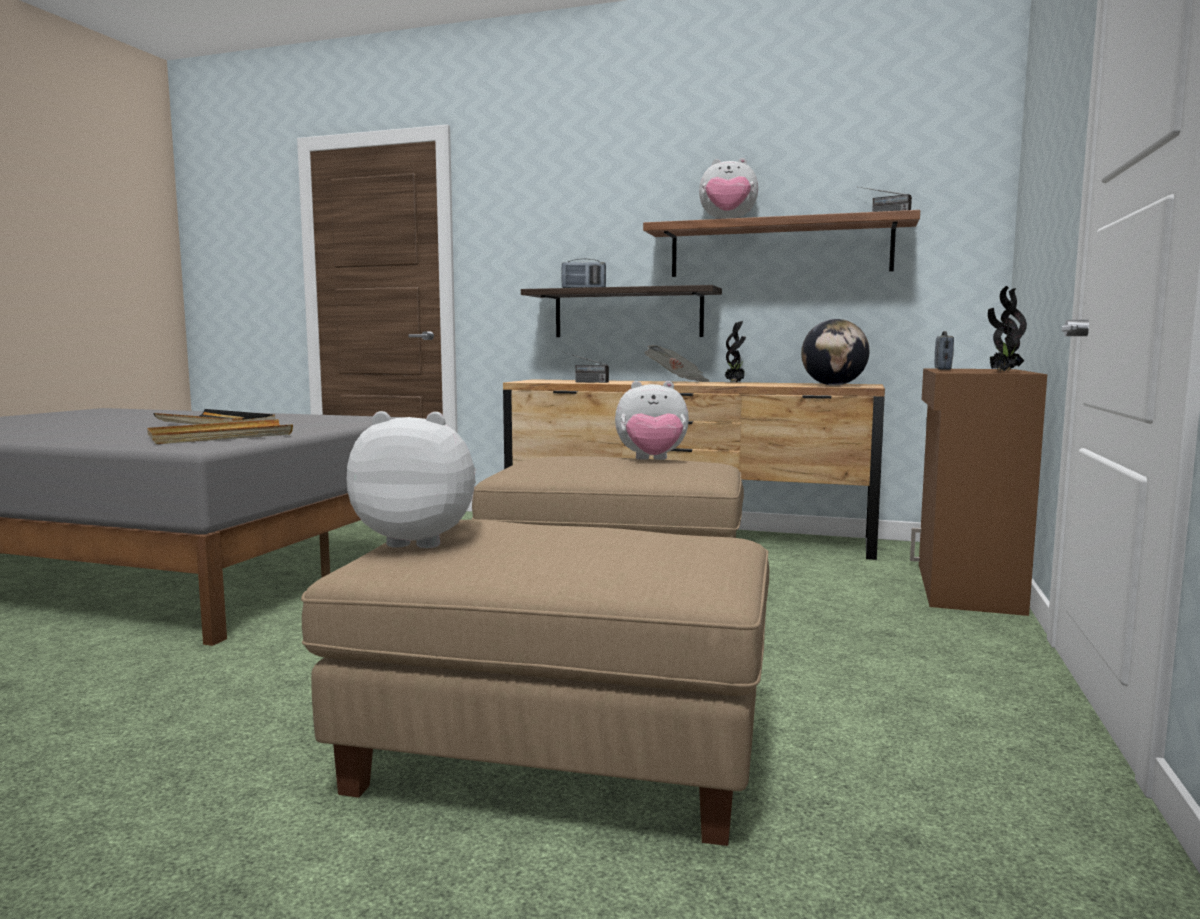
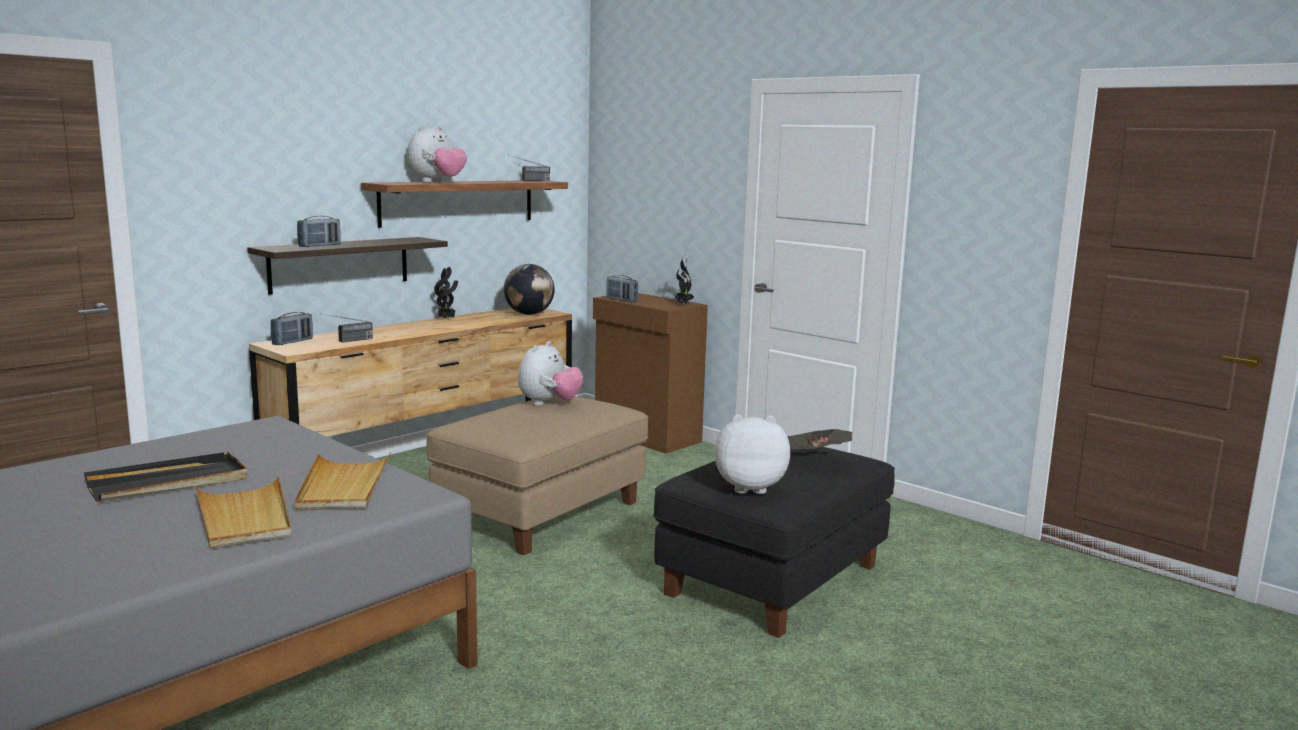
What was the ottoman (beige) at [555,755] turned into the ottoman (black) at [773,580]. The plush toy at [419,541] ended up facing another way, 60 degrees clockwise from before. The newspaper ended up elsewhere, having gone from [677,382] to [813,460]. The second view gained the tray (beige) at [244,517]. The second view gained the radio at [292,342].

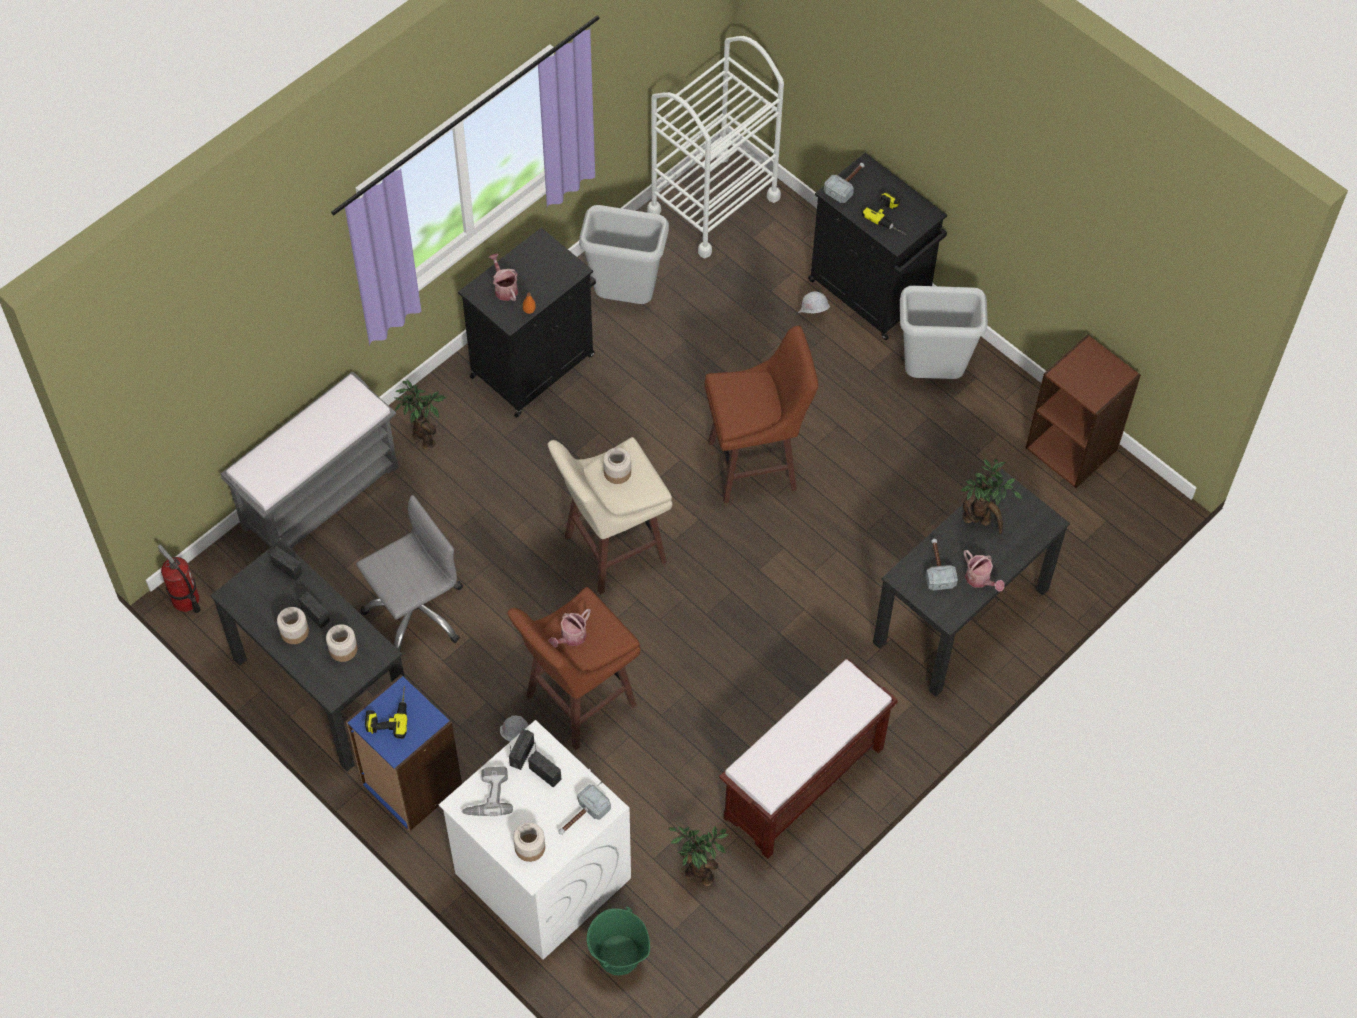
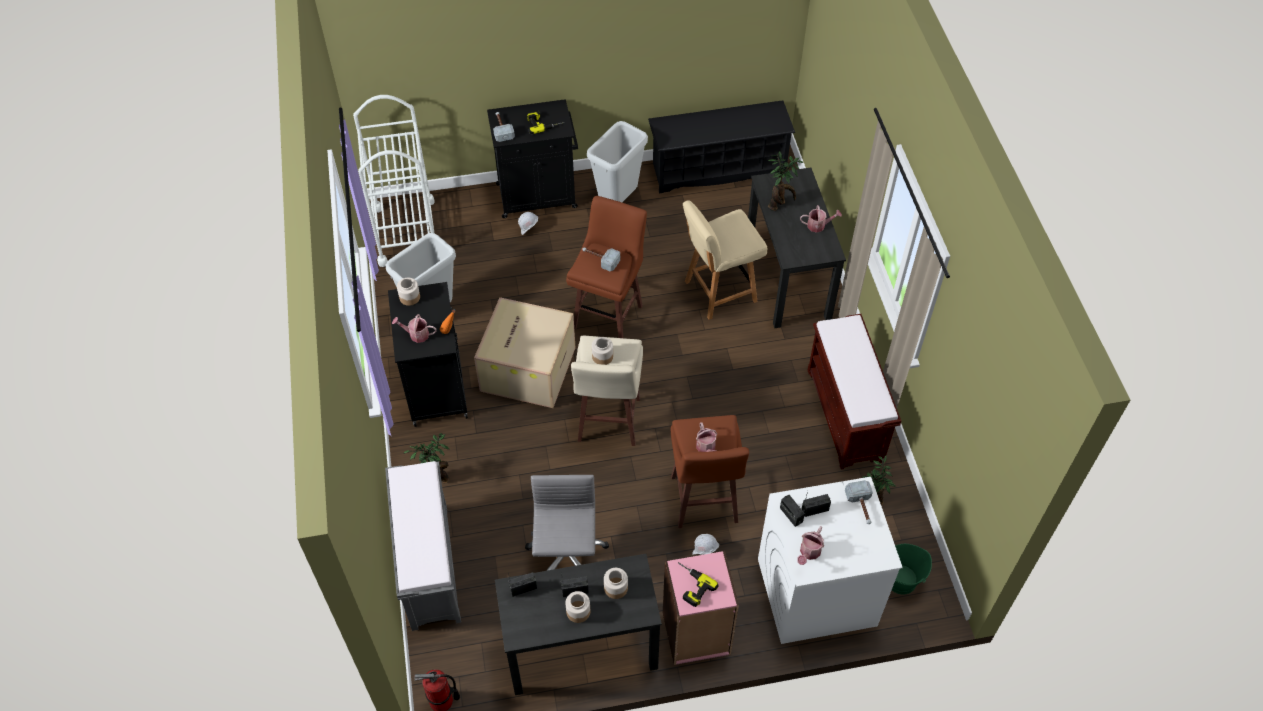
What was the bookcase (blue) at [410,785] turned into the bookcase (pink) at [696,634]. Where the power drill stood at [486,795], the watering can came to stand at [809,553]. The jar ended up elsewhere, having gone from [530,847] to [410,297]. The hammer ended up elsewhere, having gone from [937,567] to [600,259]. Where the bookcase (brown) stood at [1072,448], the shoe rack (black) came to stand at [718,169]. The second view gained the cardboard box at [527,368]. The second view gained the chair (beige) at [718,292].

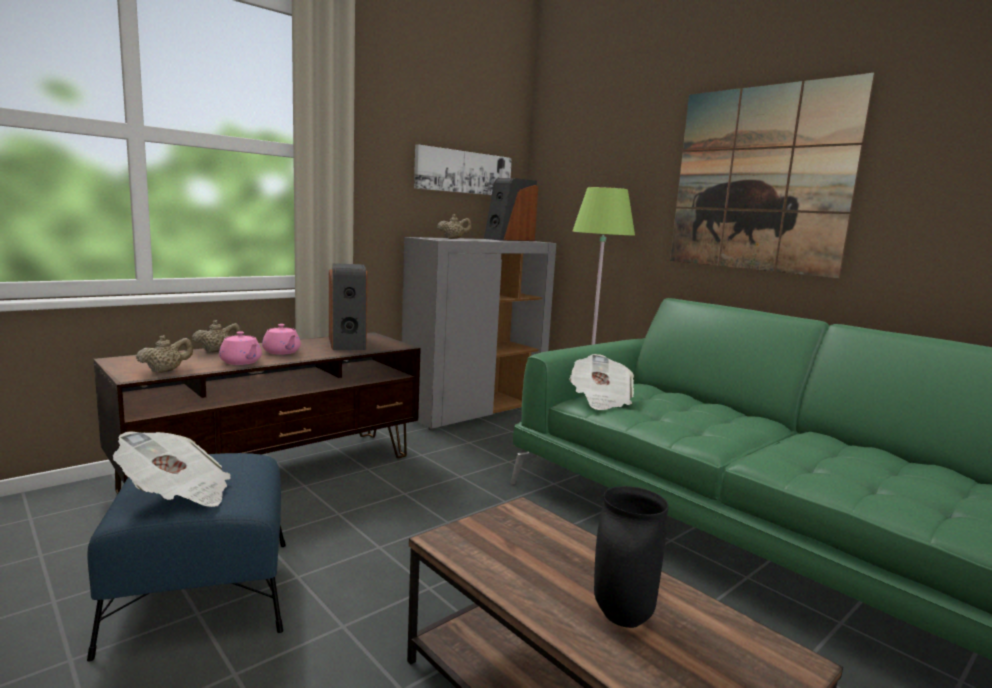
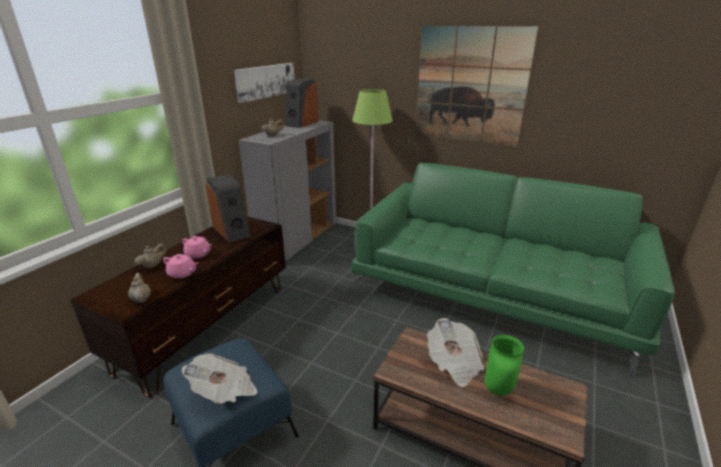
The teapot (beige) at [166,371] ended up facing another way, 45 degrees counterclockwise from before. The newspaper ended up elsewhere, having gone from [600,400] to [454,363]. What was the vase (black) at [624,618] turned into the vase (green) at [499,391].

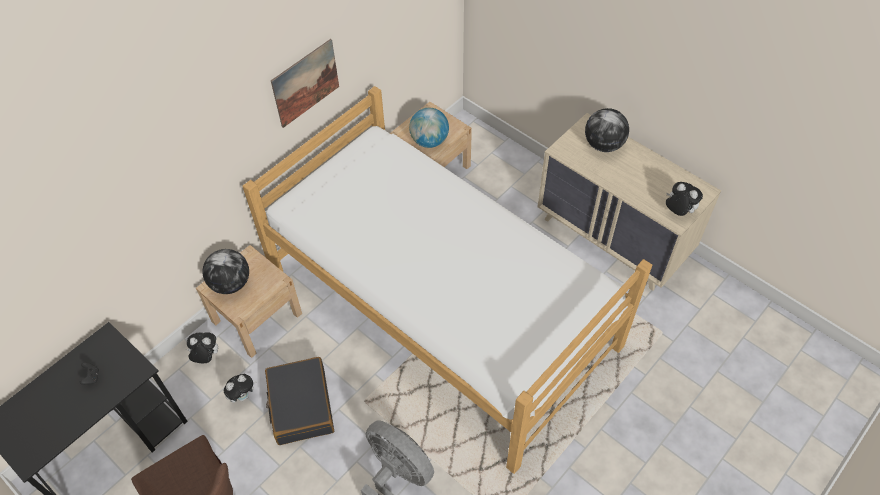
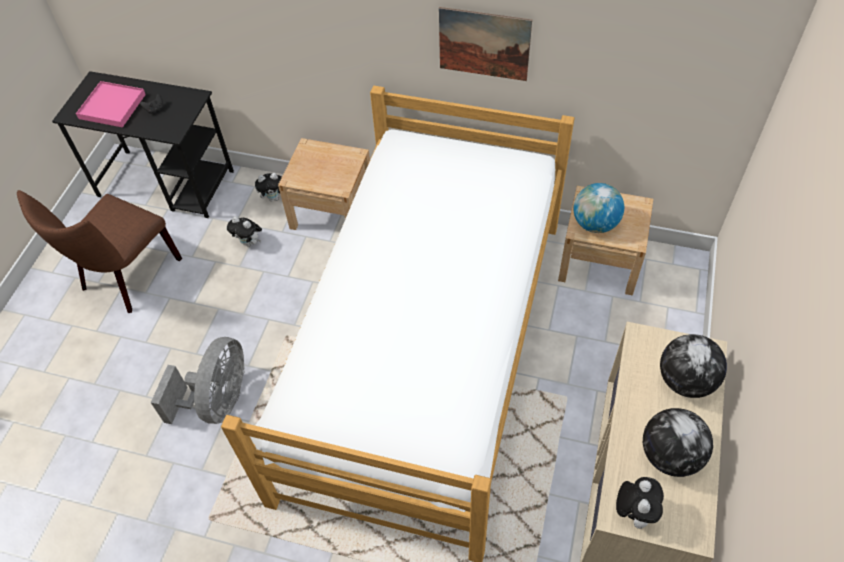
The plush toy at [206,357] ended up facing another way, 105 degrees clockwise from before. The globe ended up elsewhere, having gone from [230,283] to [669,455]. The second view lost the suitcase (black) at [301,406]. The second view gained the tray (pink) at [112,106].

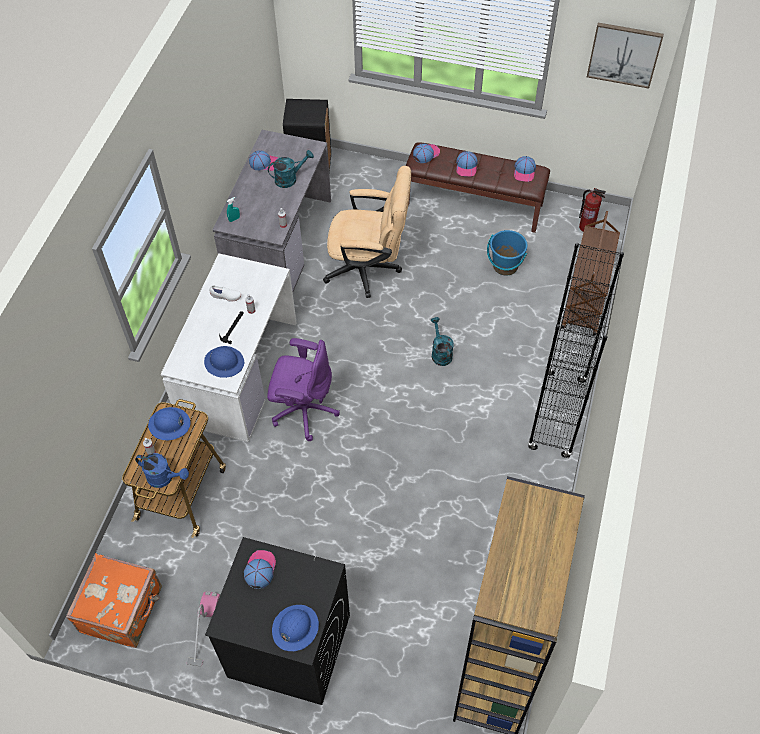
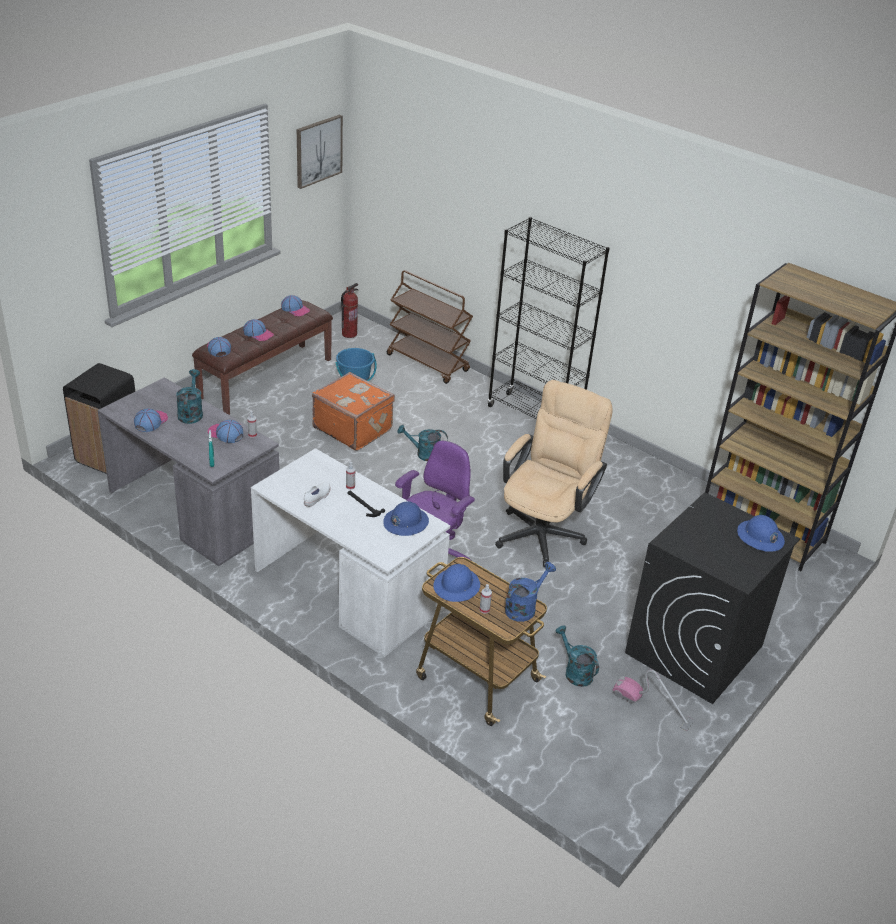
The suitcase (orange) ended up elsewhere, having gone from [123,610] to [353,428]. The cap ended up elsewhere, having gone from [260,569] to [225,434]. The office chair (beige) ended up elsewhere, having gone from [369,269] to [544,530]. The second view gained the watering can (turquoise) at [575,672].

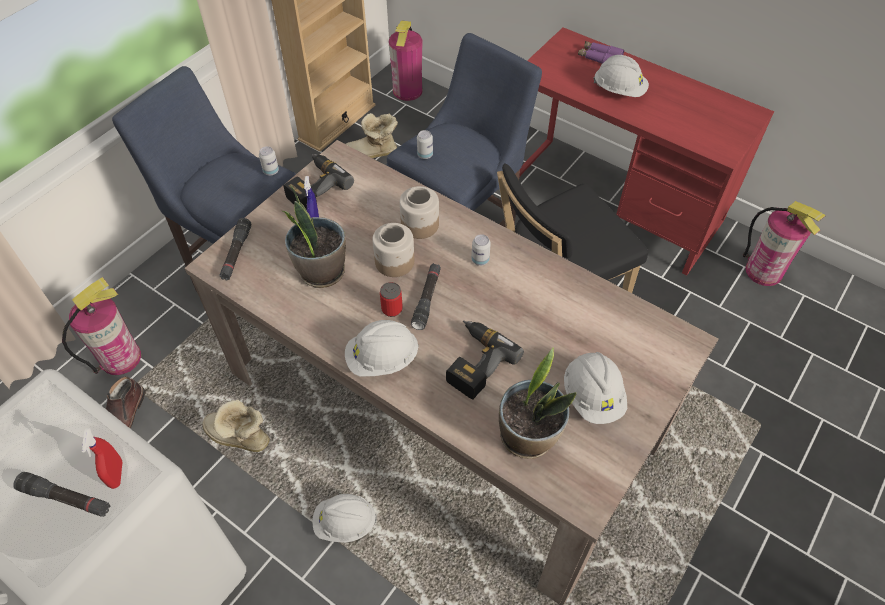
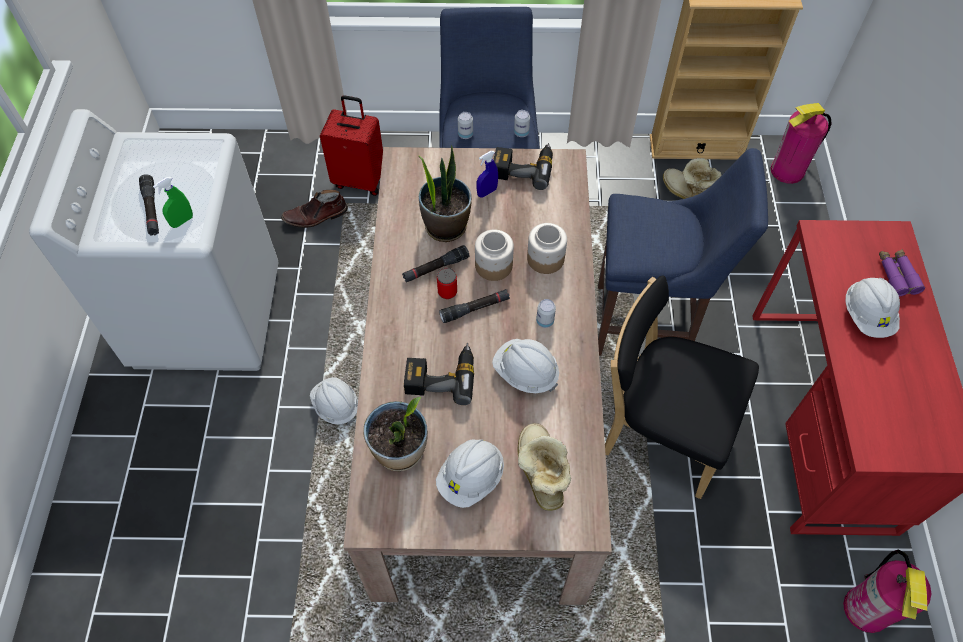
Where the fire extinguisher stood at [120,358], the suitcase (red) came to stand at [360,179]. What was the spray bottle (red) at [116,474] turned into the spray bottle (green) at [182,221]. The boot ended up elsewhere, having gone from [238,438] to [539,474]. The flashlight (black) ended up elsewhere, having gone from [236,253] to [436,268]. The hard hat (white) ended up elsewhere, having gone from [382,359] to [525,373]. The can ended up elsewhere, having gone from [425,155] to [465,135].

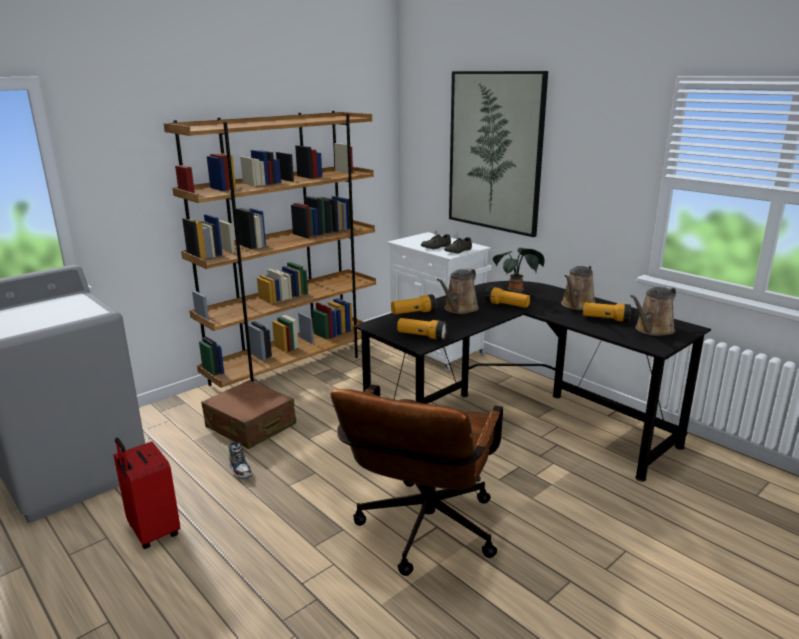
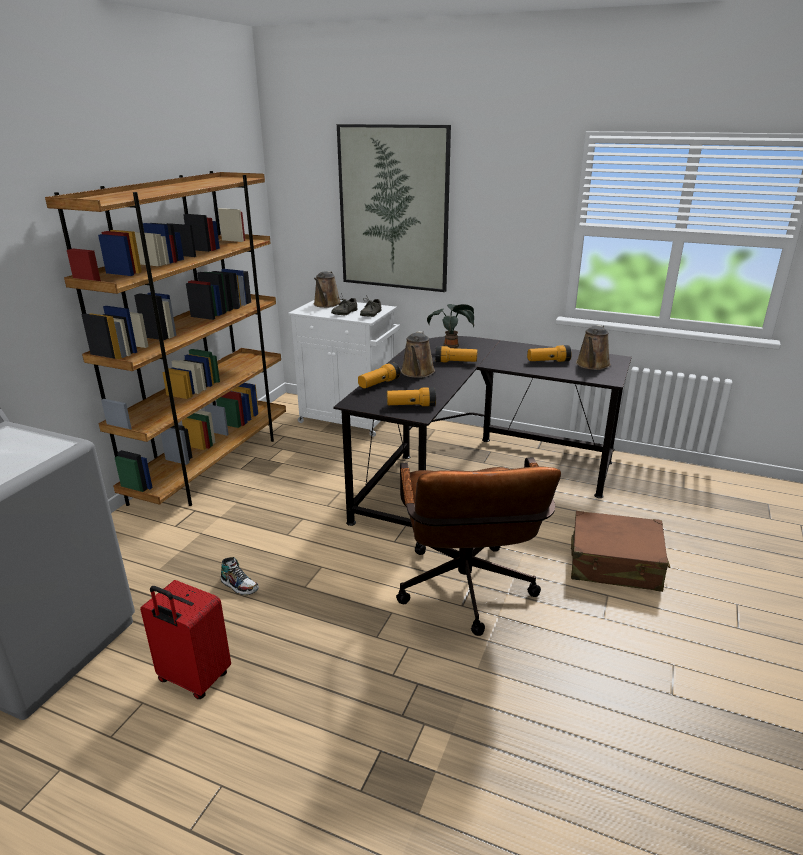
The suitcase (brown) ended up elsewhere, having gone from [250,426] to [615,564]. The watering can (brown) ended up elsewhere, having gone from [577,305] to [326,304].

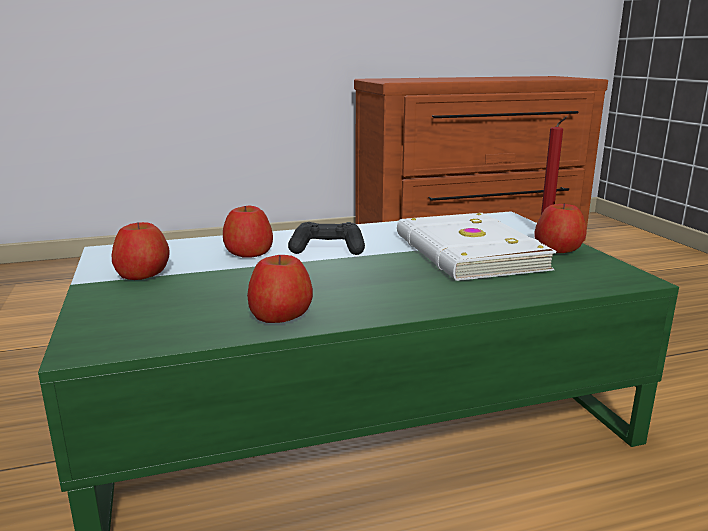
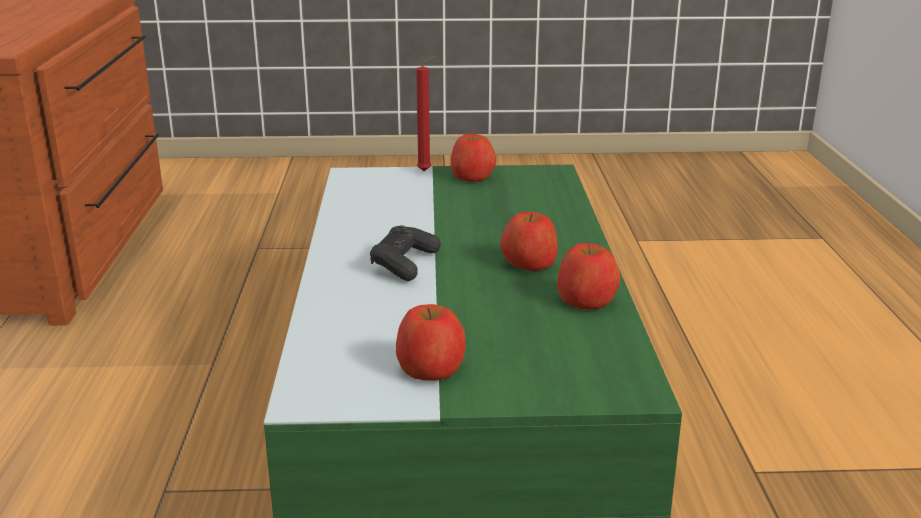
The apple ended up elsewhere, having gone from [249,252] to [529,264]. The second view lost the book (white) at [466,253].

